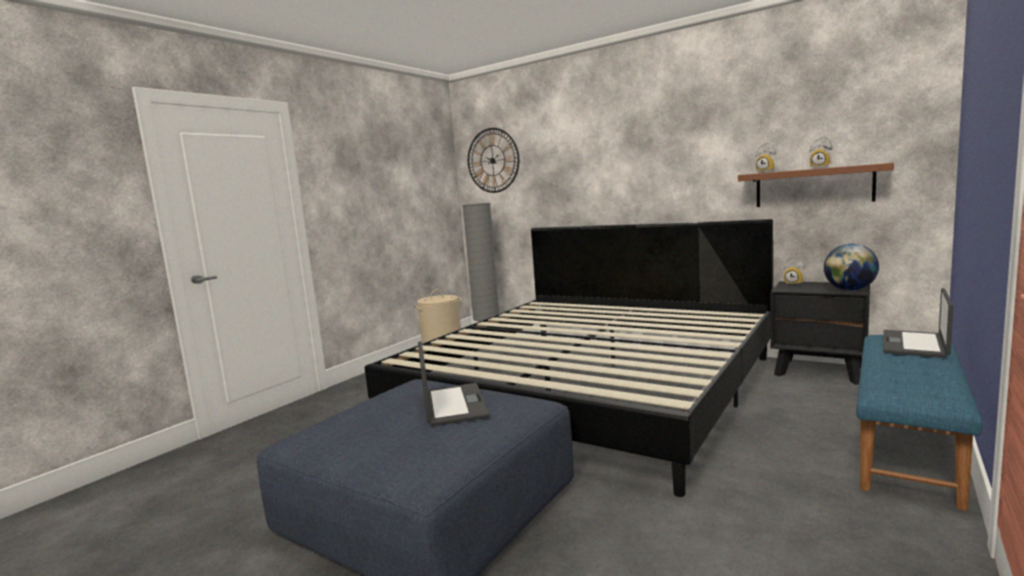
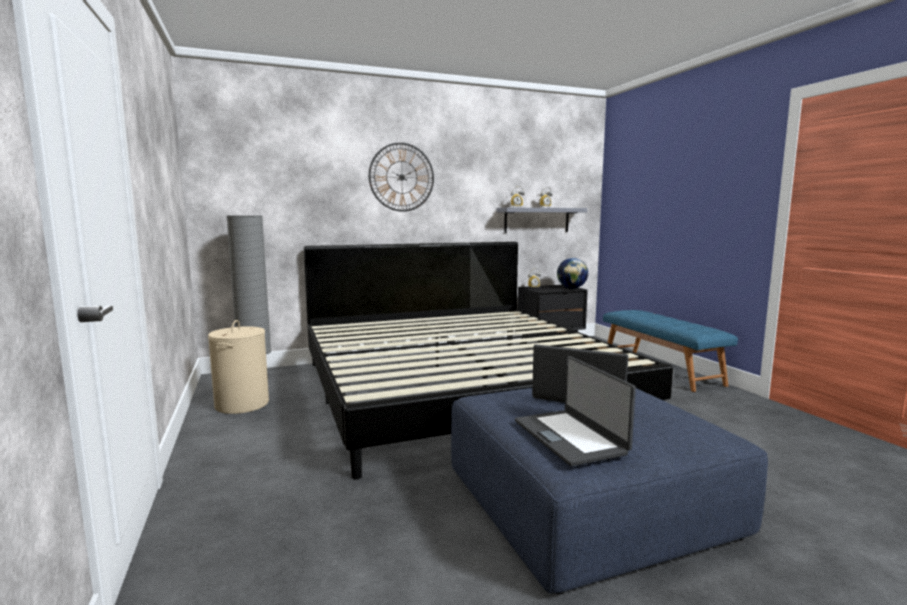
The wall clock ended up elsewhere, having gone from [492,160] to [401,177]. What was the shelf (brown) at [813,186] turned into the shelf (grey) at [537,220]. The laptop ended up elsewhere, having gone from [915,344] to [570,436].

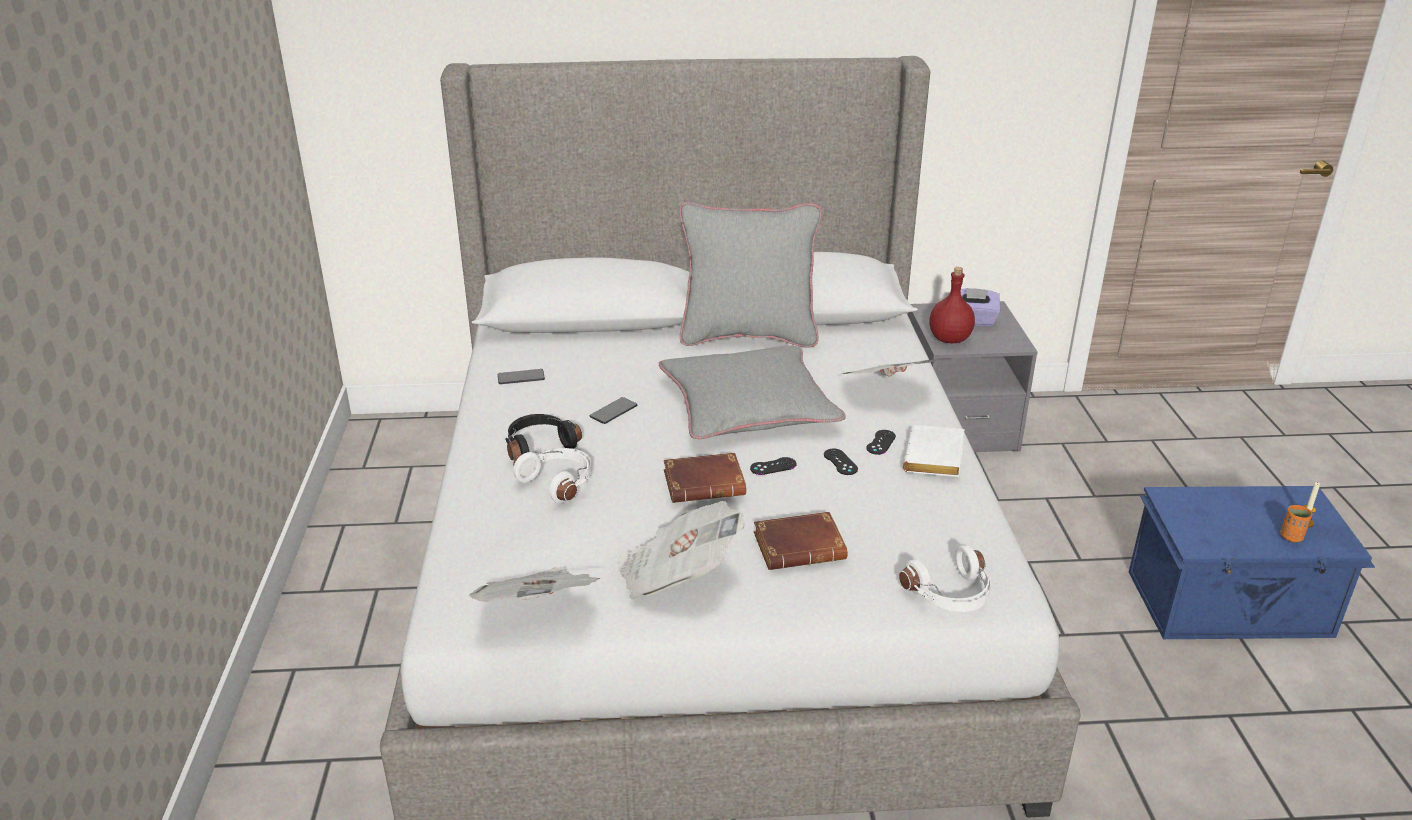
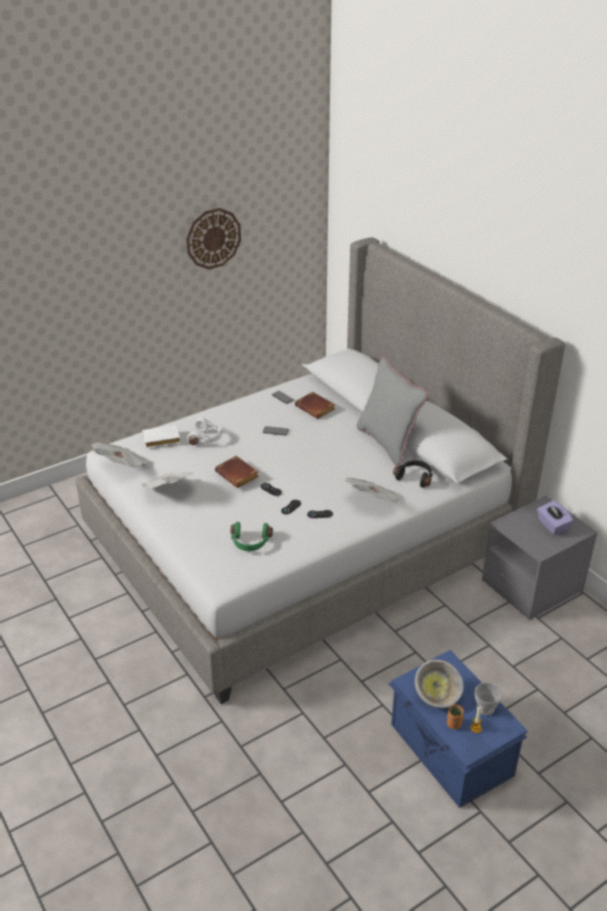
The headphones (black) ended up elsewhere, having gone from [539,446] to [415,477]. The second view lost the pillow (grey) at [748,406]. The book (brown) ended up elsewhere, having gone from [801,546] to [316,408]. The second view lost the headphones (white) at [951,595]. The book (white) ended up elsewhere, having gone from [936,459] to [160,440]. The second view lost the bottle (red) at [949,339]. The second view gained the wall clock at [213,238]. The second view gained the headphones (green) at [250,543]. The second view gained the bowl at [437,696]. The second view gained the cup at [485,708].

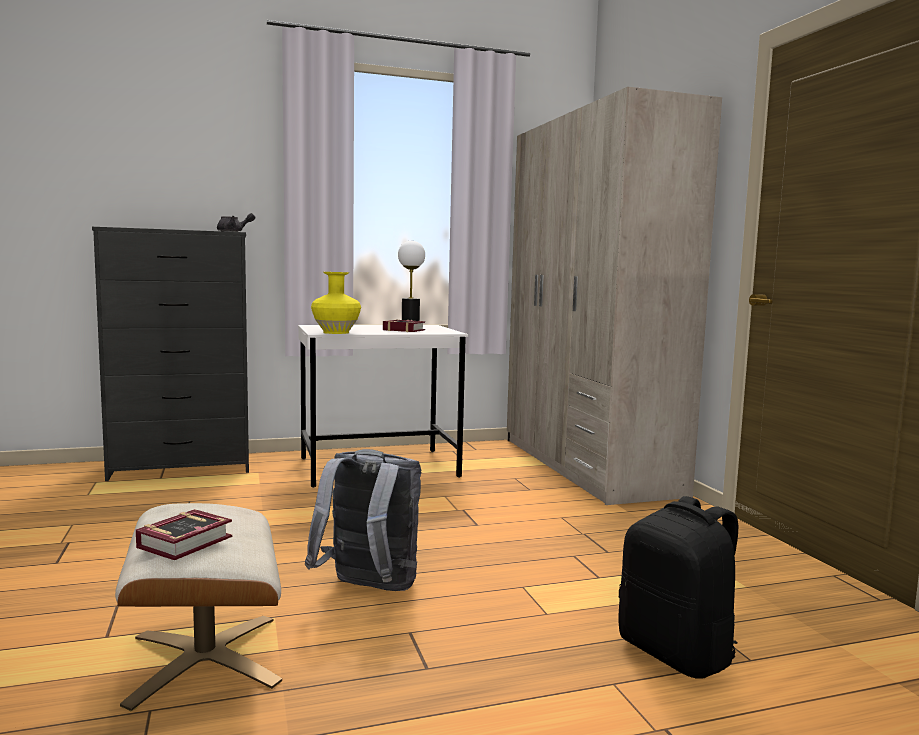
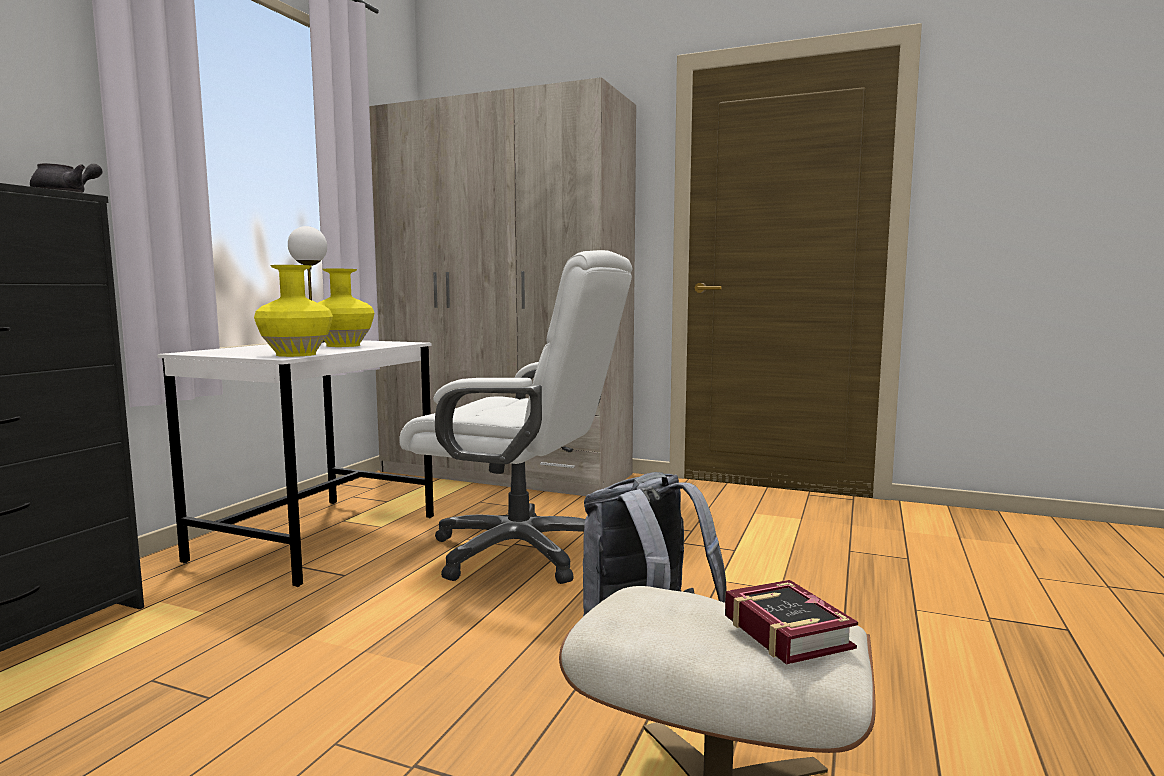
Where the book stood at [403,330], the vase (yellow) came to stand at [342,345]. The second view lost the backpack (black) at [677,653]. The second view gained the office chair (white) at [521,552].

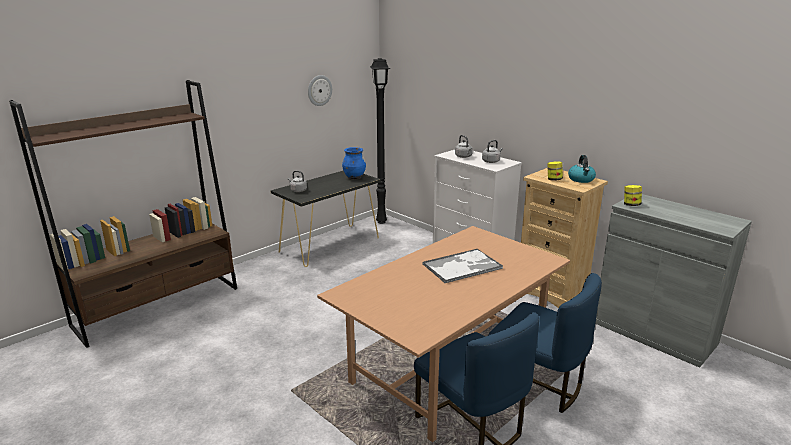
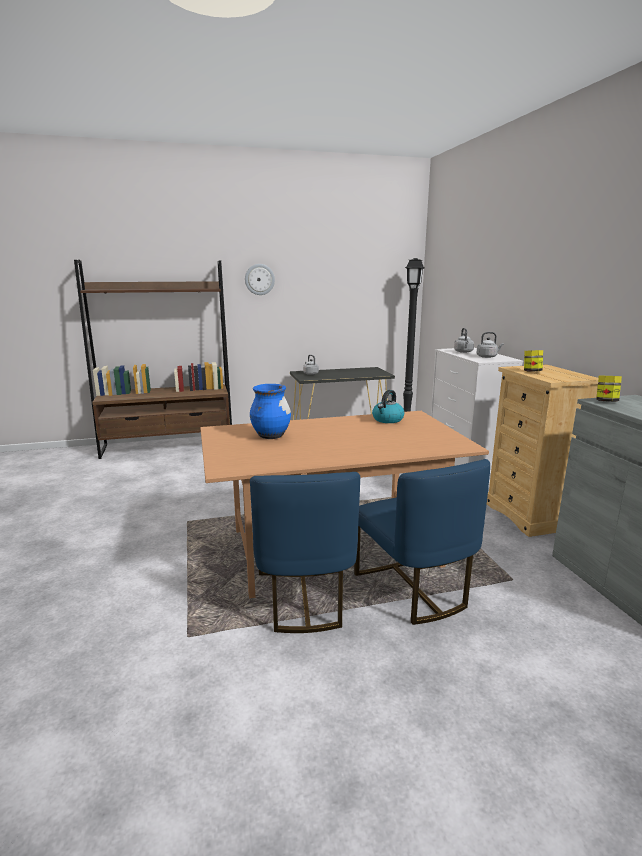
The wall clock ended up elsewhere, having gone from [319,90] to [259,279]. The vase (blue) ended up elsewhere, having gone from [354,177] to [271,436]. The second view lost the tray at [462,266]. The kettle ended up elsewhere, having gone from [581,179] to [387,420].

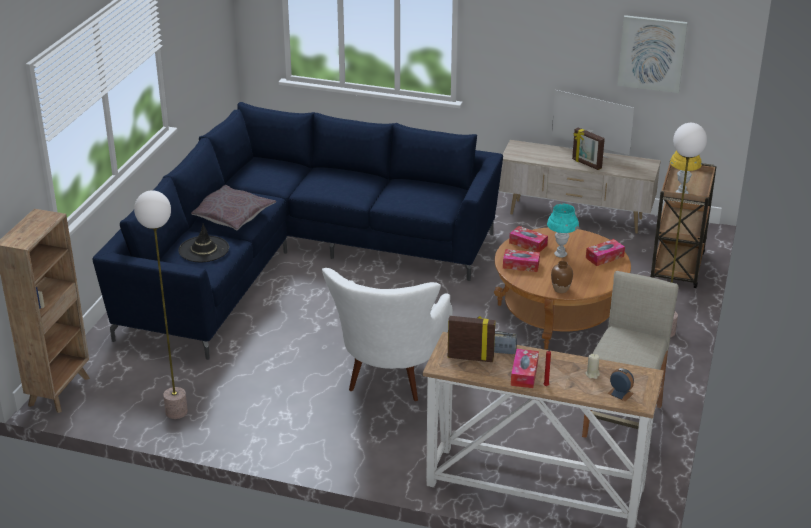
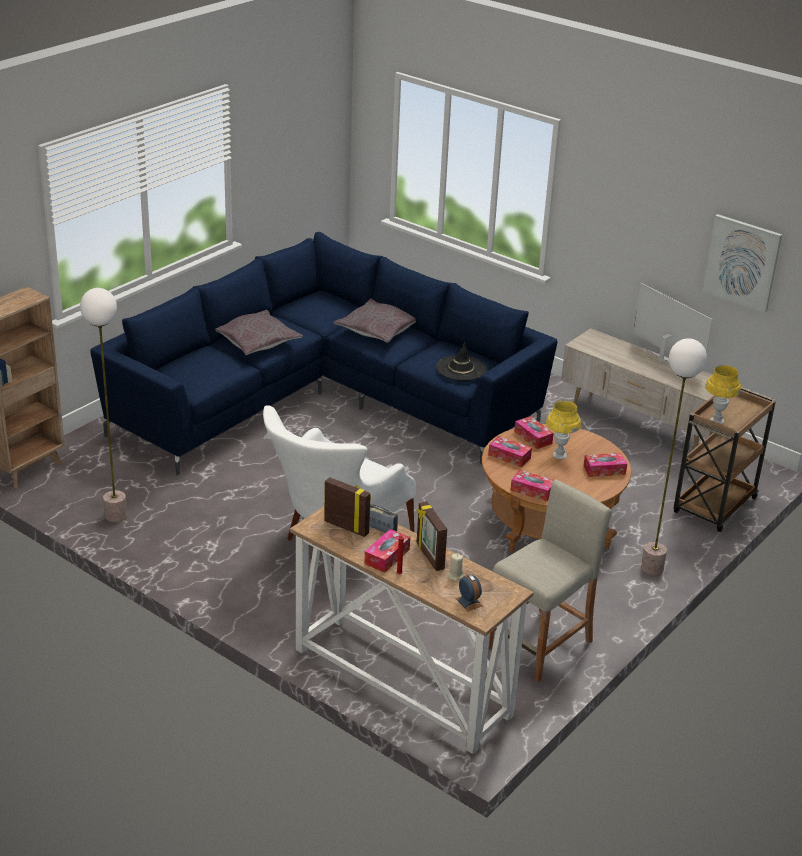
The hat (black) ended up elsewhere, having gone from [203,249] to [460,368]. What was the table lamp (turquoise) at [560,254] turned into the table lamp (yellow) at [559,456]. Where the vase (brown) stood at [560,289], the tissue box came to stand at [532,491]. The picture frame ended up elsewhere, having gone from [586,164] to [429,556]. The second view gained the pillow (grey) at [378,329].

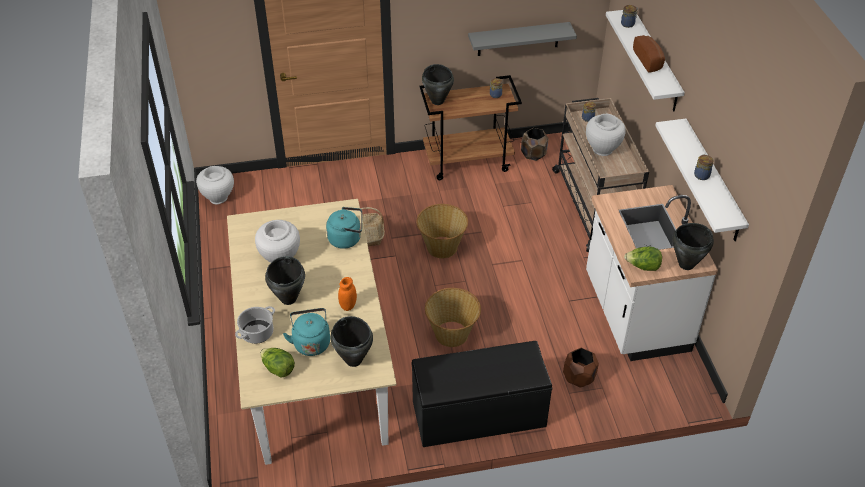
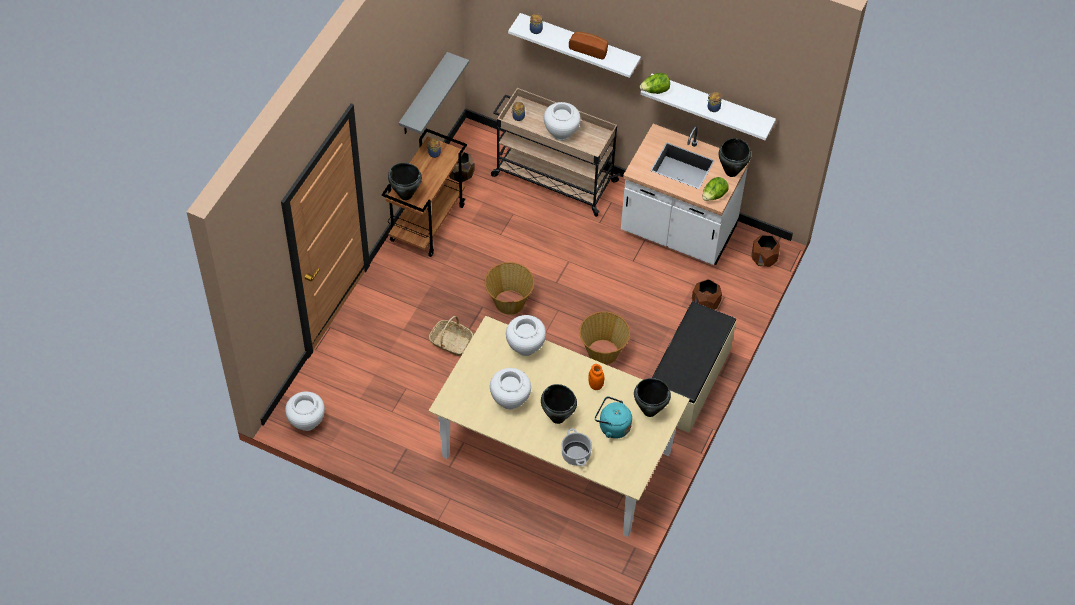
The lettuce ended up elsewhere, having gone from [278,369] to [655,91]. Where the kettle (turquoise) stood at [347,239], the vase (white) came to stand at [525,347]. What was the bench (black) at [479,415] turned into the bench (beige) at [689,382]. The second view gained the planter (brown) at [764,259].

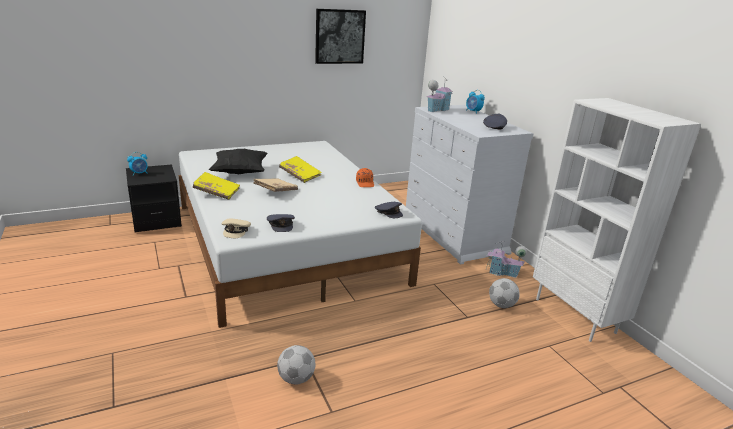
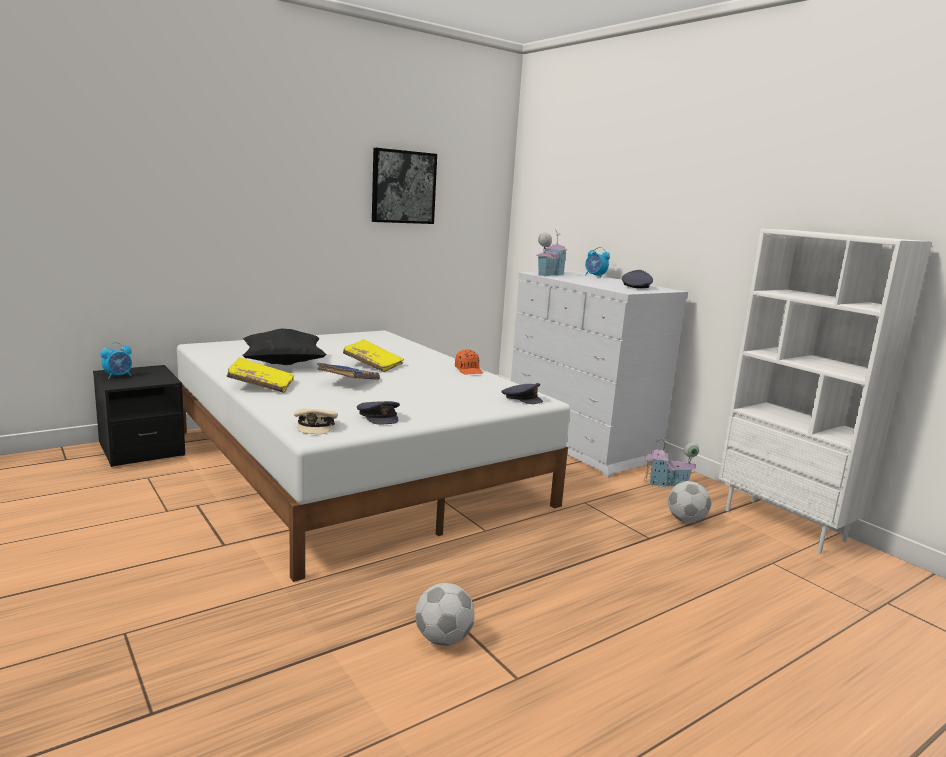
What was the book (beige) at [276,191] turned into the book (blue) at [348,382].

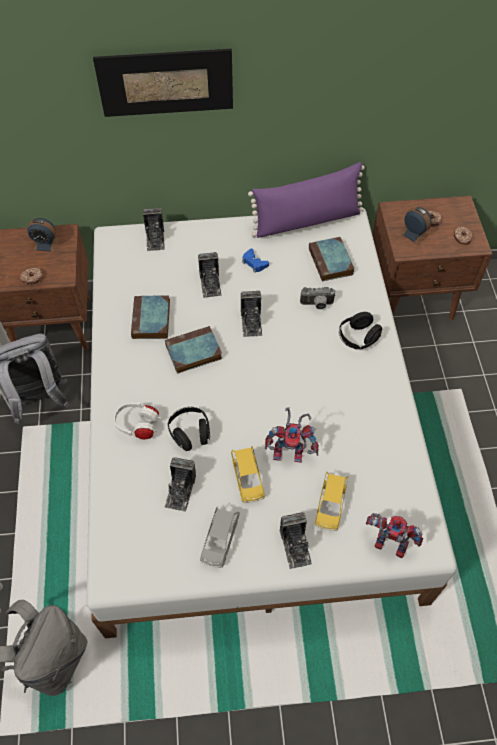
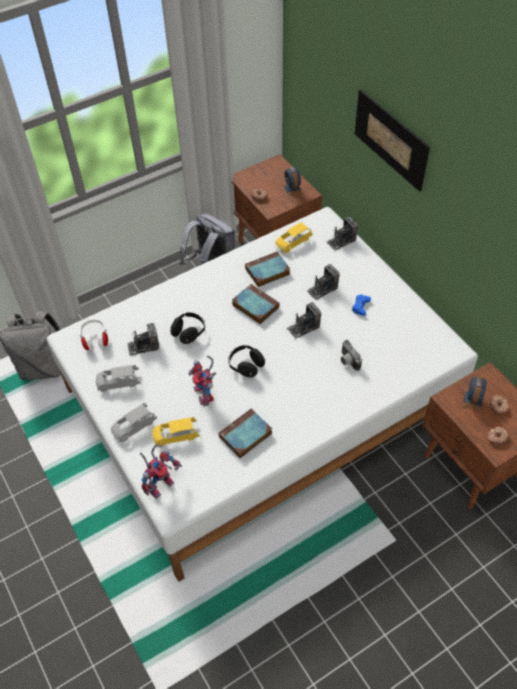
The headphones (white) ended up elsewhere, having gone from [138,426] to [95,340]. The toy car (yellow) ended up elsewhere, having gone from [247,478] to [293,242]. The second view lost the pillow (purple) at [307,220]. Where the photo camera stood at [295,546], the toy car (grey) came to stand at [134,426]. The book ended up elsewhere, having gone from [331,262] to [245,436]. The headphones (black) ended up elsewhere, having gone from [358,338] to [246,366]. The toy robot at [387,545] ended up facing another way, 45 degrees clockwise from before.

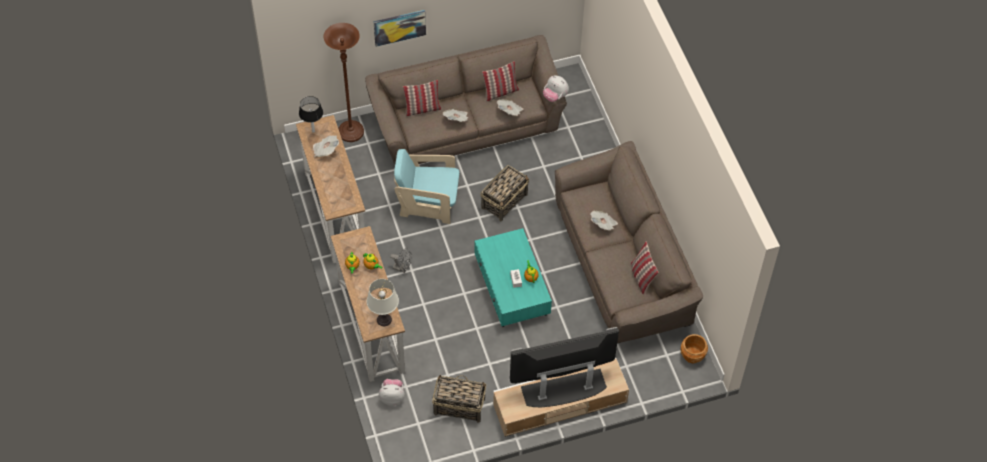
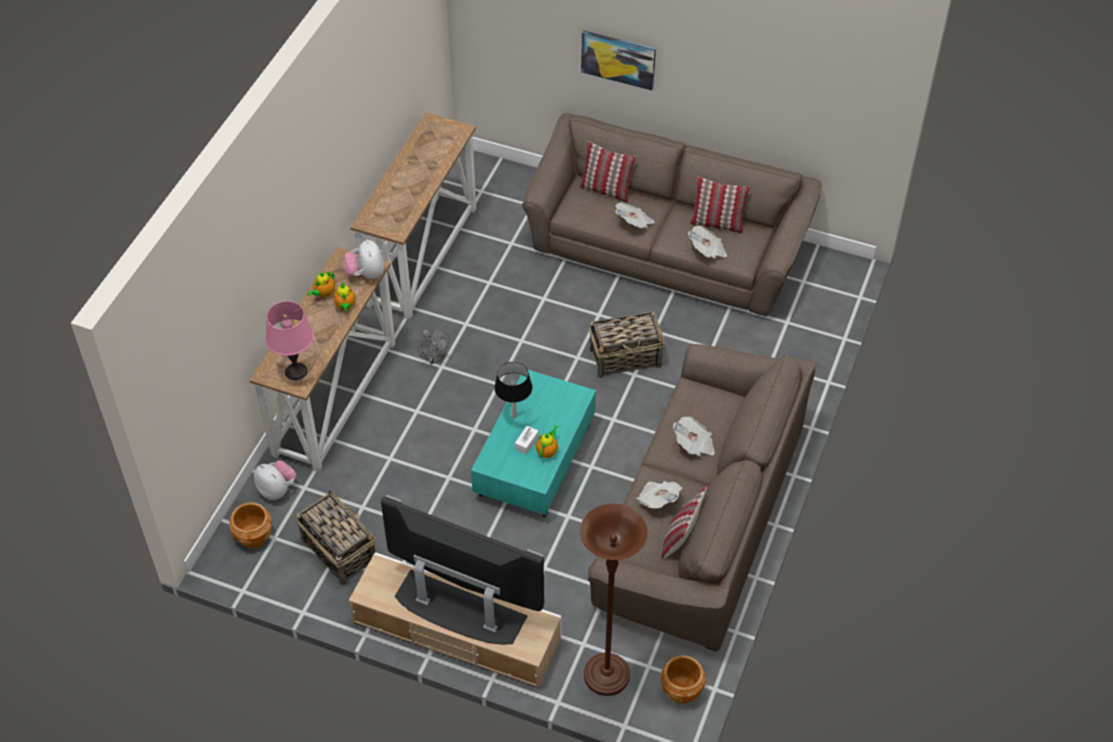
The table lamp (black) ended up elsewhere, having gone from [313,131] to [514,416]. The newspaper ended up elsewhere, having gone from [325,150] to [658,500]. The floor lamp (brown) ended up elsewhere, having gone from [351,132] to [606,676]. What was the table lamp (white) at [384,319] turned into the table lamp (pink) at [296,371]. The second view lost the armchair (turquoise) at [428,203]. The plush toy ended up elsewhere, having gone from [555,96] to [366,274]. The second view gained the planter (brown) at [253,536].

